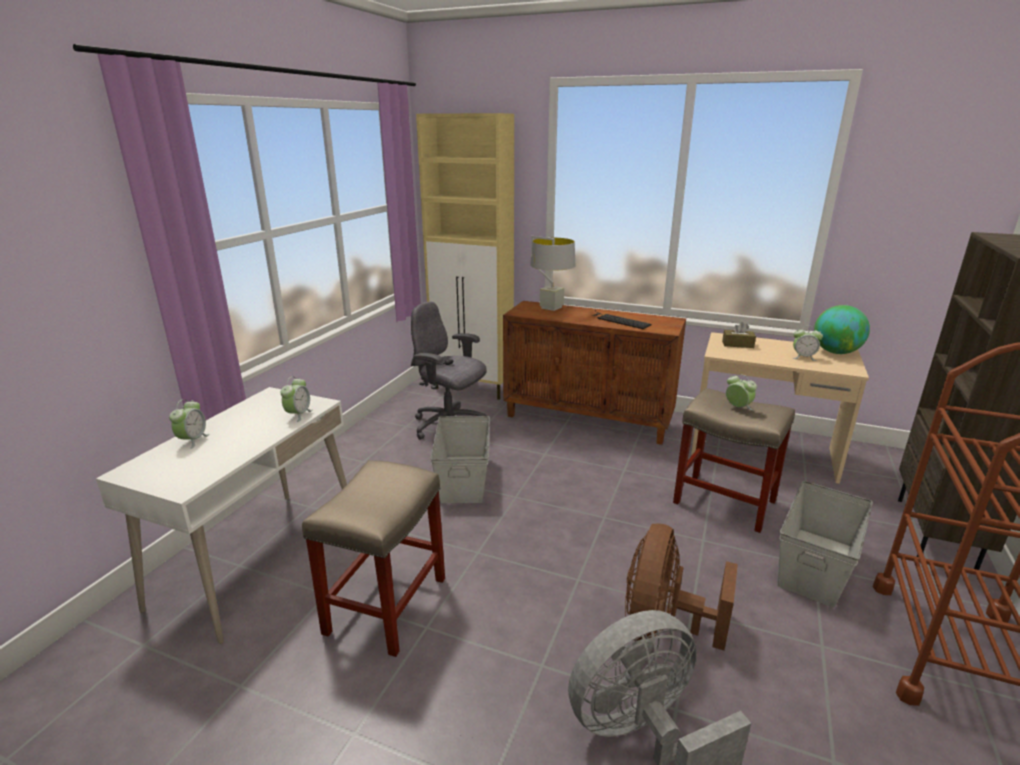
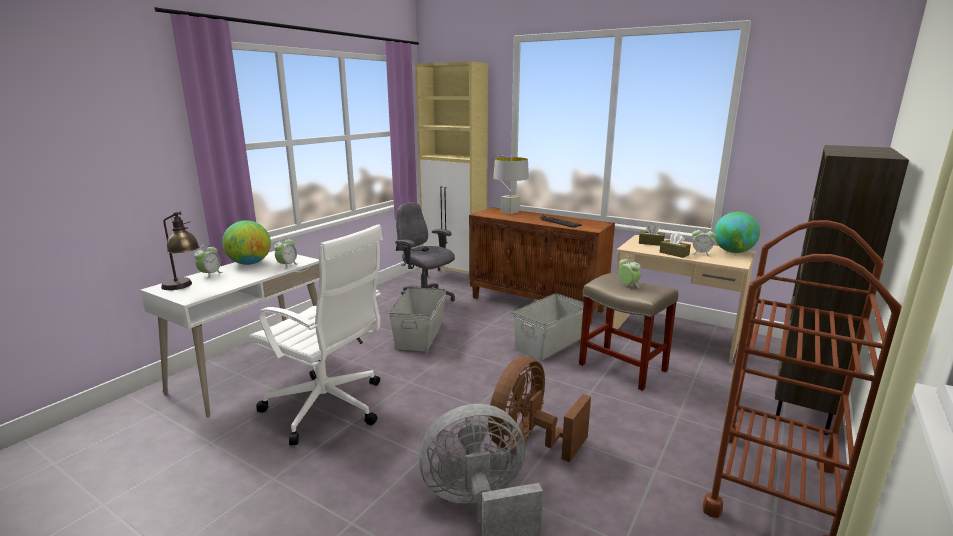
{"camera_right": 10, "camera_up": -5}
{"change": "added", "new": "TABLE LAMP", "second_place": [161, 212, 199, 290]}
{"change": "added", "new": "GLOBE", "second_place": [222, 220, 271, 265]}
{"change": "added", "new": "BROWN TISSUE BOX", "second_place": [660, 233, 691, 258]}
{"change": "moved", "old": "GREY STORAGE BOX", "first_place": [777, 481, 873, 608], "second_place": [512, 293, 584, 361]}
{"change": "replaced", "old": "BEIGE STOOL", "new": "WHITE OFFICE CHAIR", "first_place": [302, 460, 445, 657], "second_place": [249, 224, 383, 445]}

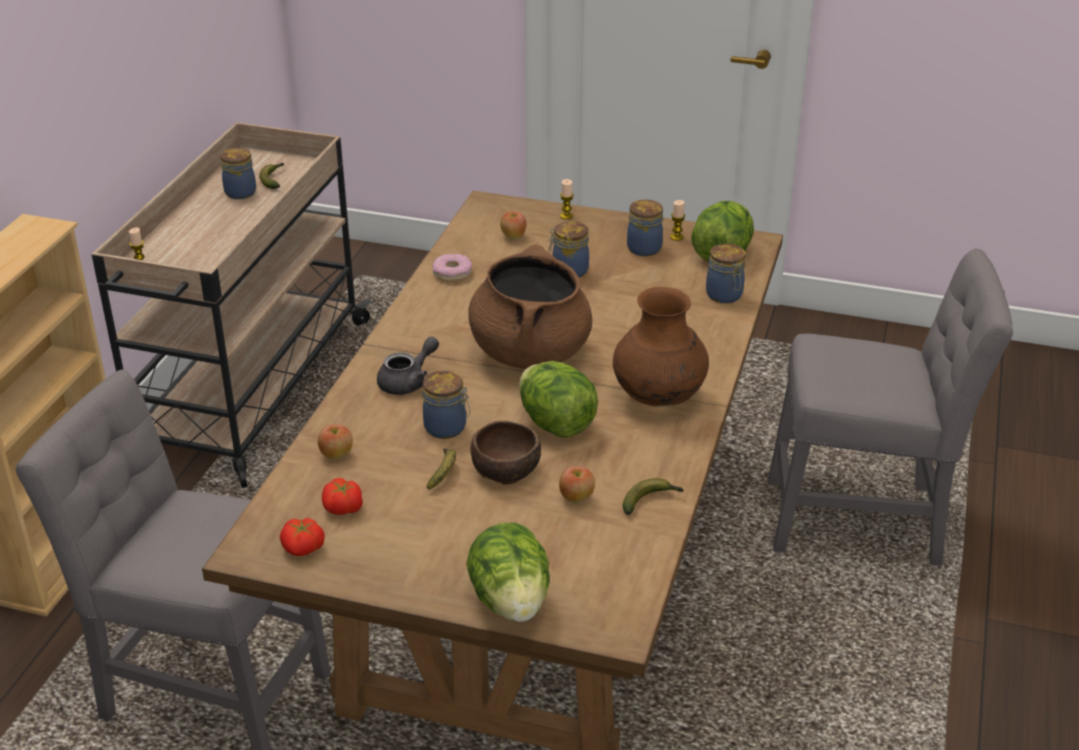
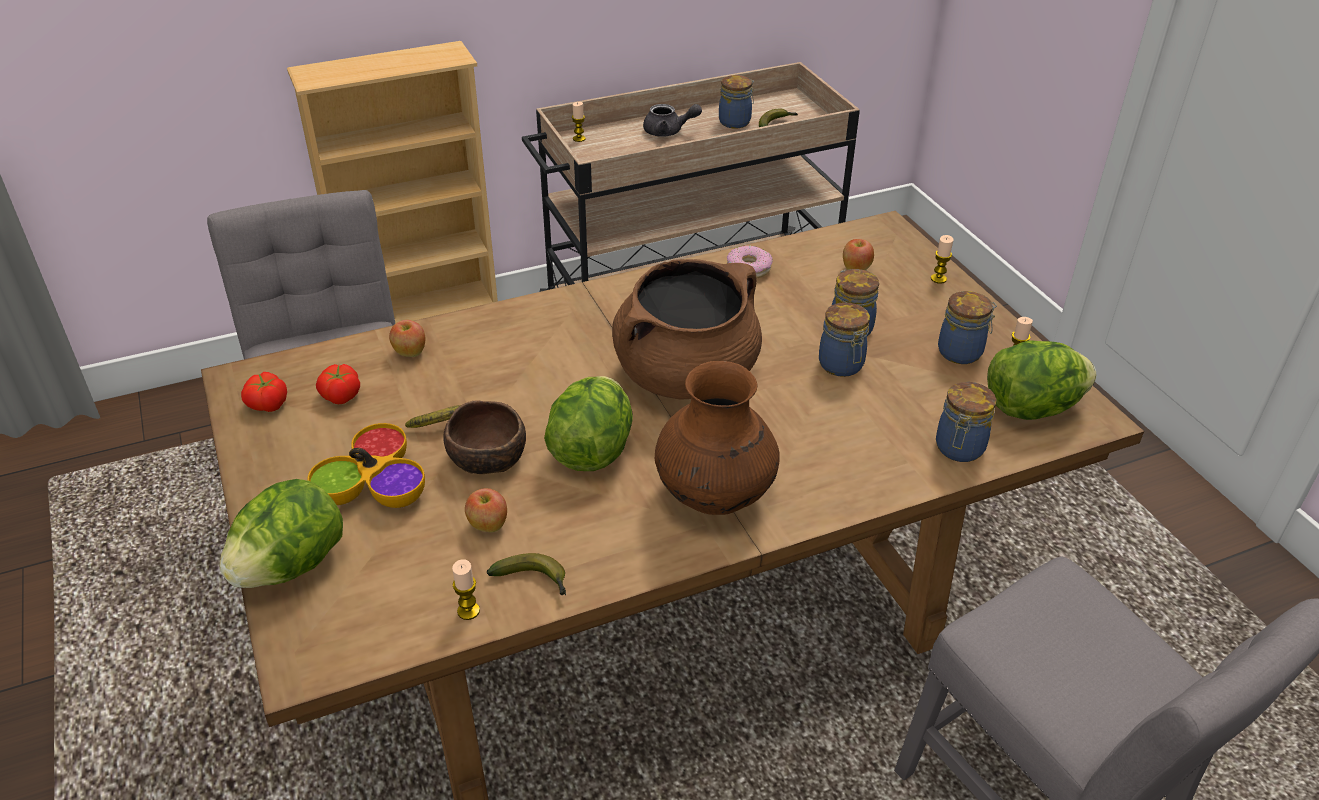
{"camera_right": 50, "camera_up": 5}
{"change": "added", "new": "BOWL", "second_place": [307, 423, 425, 508]}
{"change": "added", "new": "CANDLE", "second_place": [452, 559, 480, 620]}
{"change": "moved", "old": "GREY TEAPOT", "first_place": [377, 336, 439, 395], "second_place": [643, 104, 702, 137]}
{"change": "moved", "old": "JAR", "first_place": [423, 370, 470, 439], "second_place": [819, 302, 870, 377]}

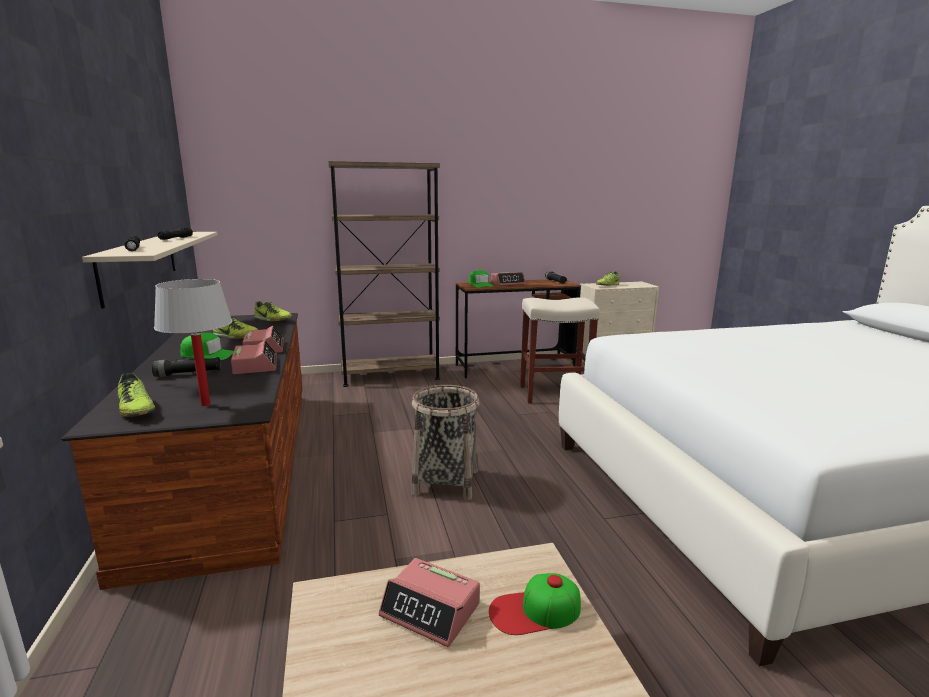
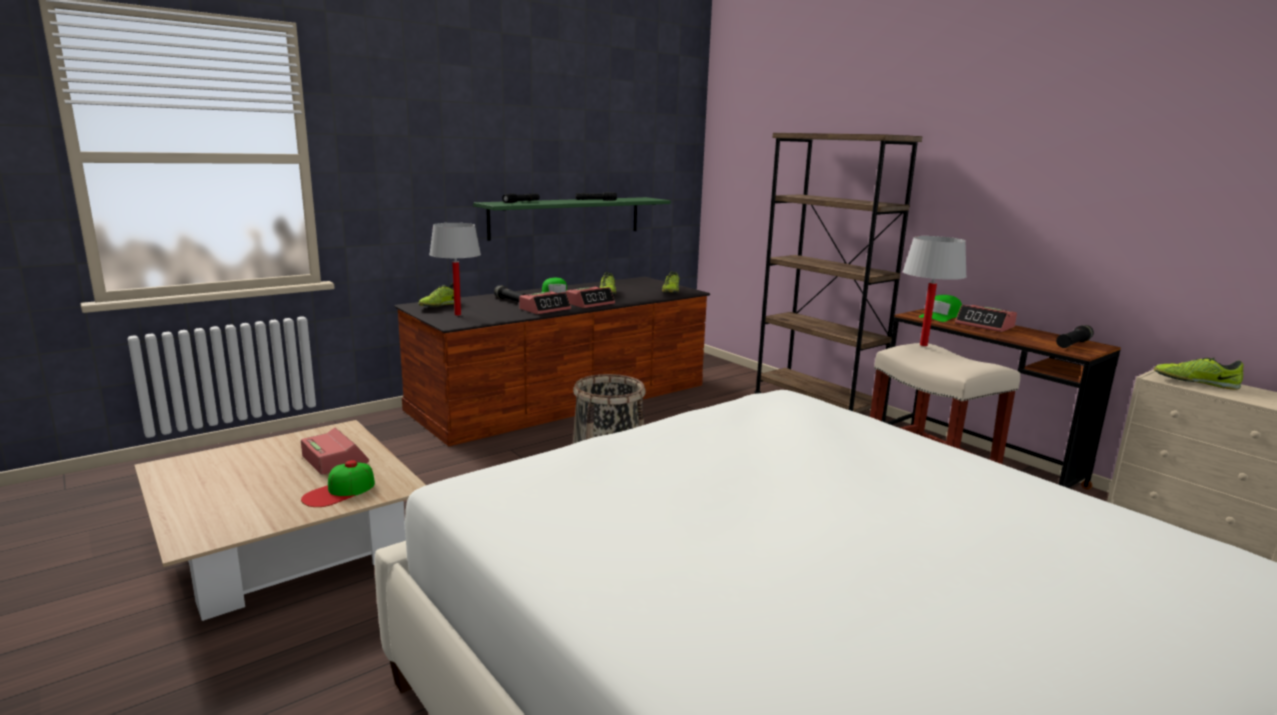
{"camera_right": 65, "camera_up": 0}
{"change": "added", "new": "WHITE TABLE LAMP", "second_place": [903, 236, 967, 346]}
{"change": "recoloured", "old": "BEIGE SHELF", "new": "GREEN SHELF", "first_place": [82, 232, 218, 308], "second_place": [473, 197, 671, 241]}
{"change": "turned", "old": "ALARM CLOCK", "first_place": [379, 558, 480, 647], "second_place": [301, 428, 369, 475], "degrees": 135}
{"change": "turned", "old": "CAP", "first_place": [489, 573, 581, 635], "second_place": [301, 460, 375, 507], "degrees": -105}

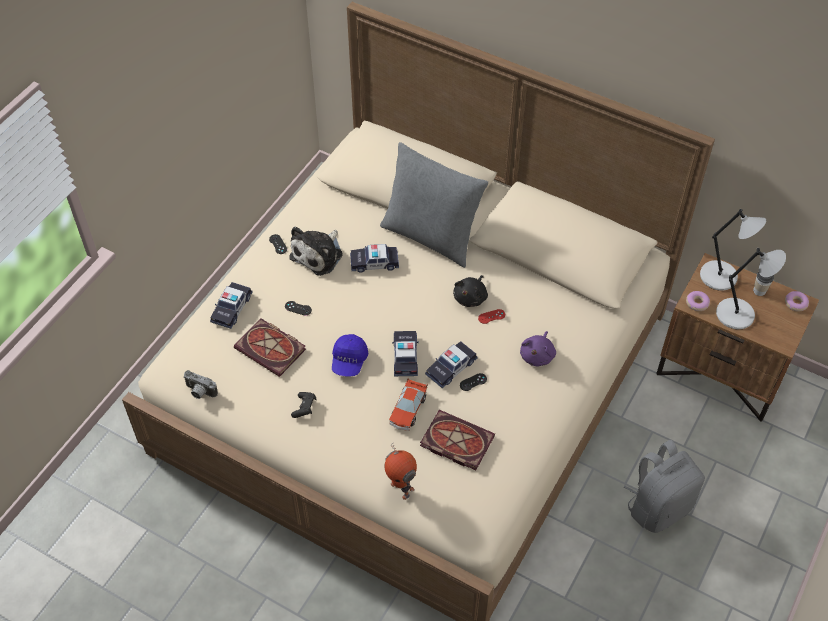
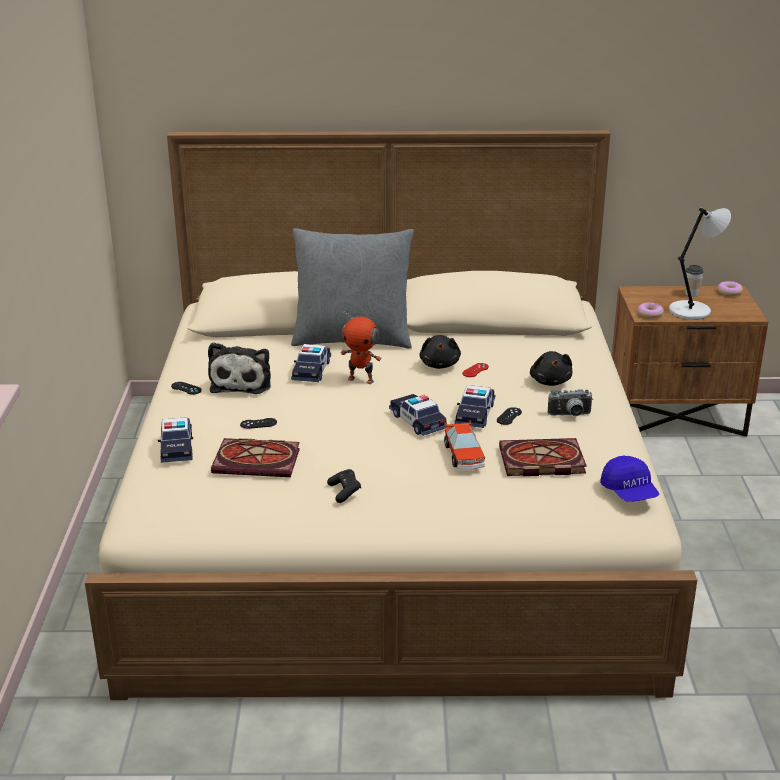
{"camera_right": -30, "camera_up": -25}
{"change": "removed", "old": "GREY BACKPACK", "first_place": [624, 440, 705, 533]}
{"change": "removed", "old": "GREY TABLE LAMP", "first_place": [700, 209, 766, 291]}
{"change": "moved", "old": "PHOTO CAMERA", "first_place": [183, 370, 218, 399], "second_place": [548, 390, 593, 416]}
{"change": "moved", "old": "BLUE CAP", "first_place": [332, 334, 369, 377], "second_place": [600, 455, 659, 502]}
{"change": "moved", "old": "TOY ROBOT", "first_place": [384, 443, 417, 500], "second_place": [341, 309, 382, 384]}
{"change": "recoloured", "old": "PURPLE PLUSH TOY", "new": "BLACK PLUSH TOY", "first_place": [520, 331, 556, 366], "second_place": [530, 351, 572, 386]}
{"change": "turned", "old": "TOY CAR", "first_place": [350, 244, 399, 273], "second_place": [291, 344, 331, 382], "degrees": -45}

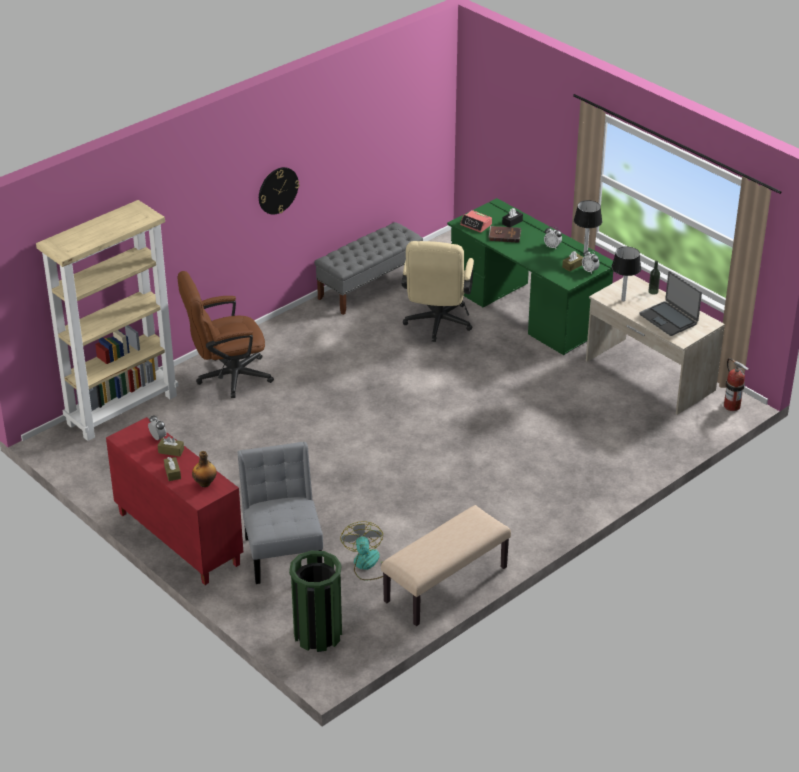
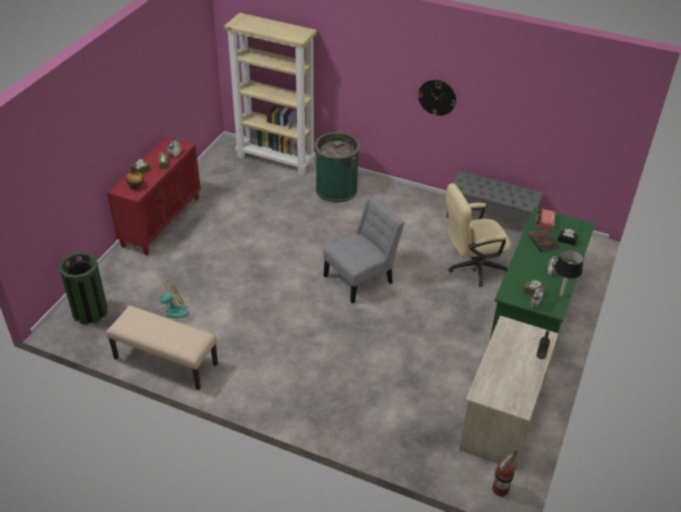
{"camera_right": 65, "camera_up": 5}
{"change": "removed", "old": "TABLE LAMP", "first_place": [611, 246, 641, 301]}
{"change": "removed", "old": "LAPTOP", "first_place": [639, 271, 702, 336]}
{"change": "moved", "old": "GREY CHAIR", "first_place": [237, 442, 323, 584], "second_place": [323, 196, 405, 304]}
{"change": "replaced", "old": "BROWN OFFICE CHAIR", "new": "GREEN TRASH CAN", "first_place": [177, 271, 274, 398], "second_place": [315, 132, 360, 202]}

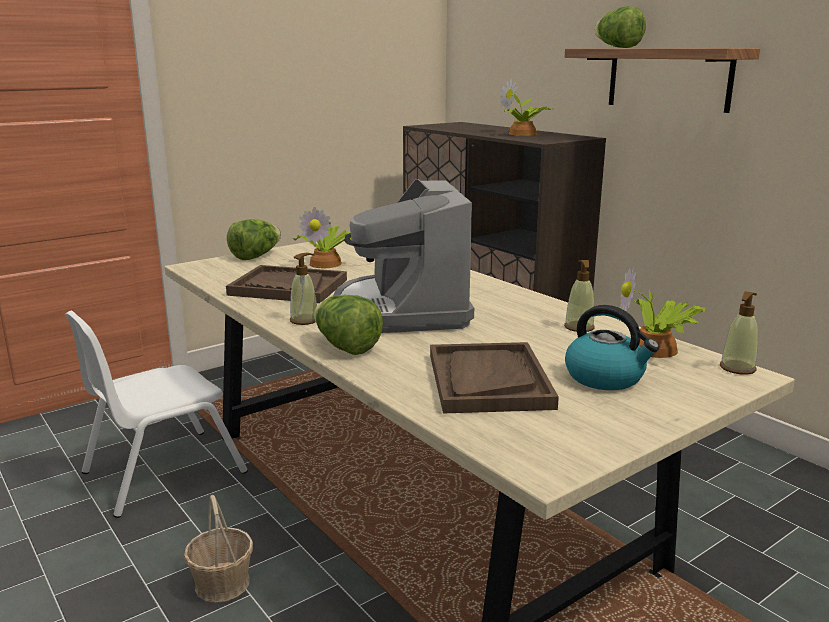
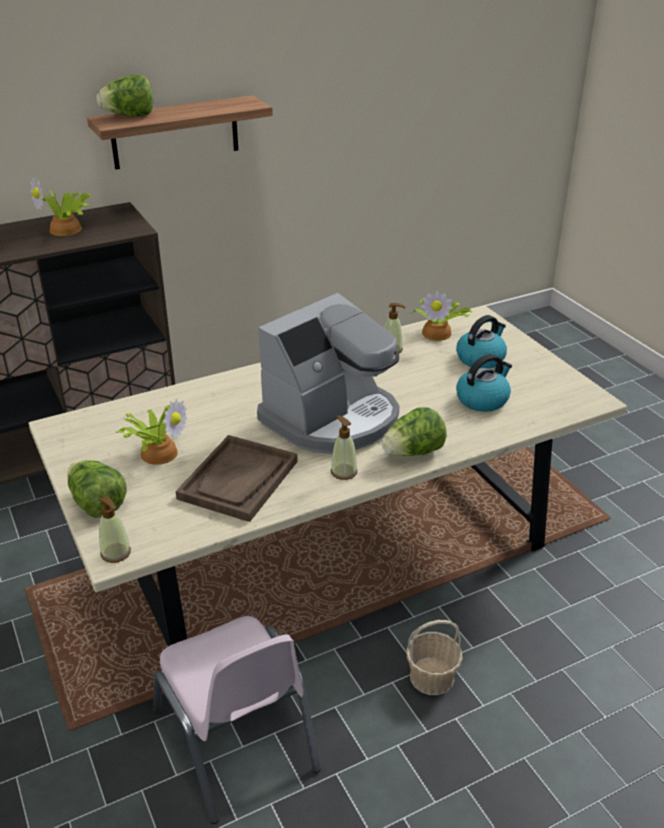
{"camera_right": -80, "camera_up": 15}
{"change": "moved", "old": "SOAP DISPENSER", "first_place": [720, 291, 758, 375], "second_place": [99, 496, 131, 563]}
{"change": "replaced", "old": "BROWN TRAY", "new": "KETTLE", "first_place": [430, 342, 559, 414], "second_place": [456, 354, 512, 412]}
{"change": "recoloured", "old": "WHITE CHAIR", "new": "PINK CHAIR", "first_place": [65, 311, 248, 518], "second_place": [153, 616, 321, 824]}
{"change": "turned", "old": "COFFEE MACHINE", "first_place": [333, 179, 474, 333], "second_place": [257, 293, 400, 454], "degrees": -45}

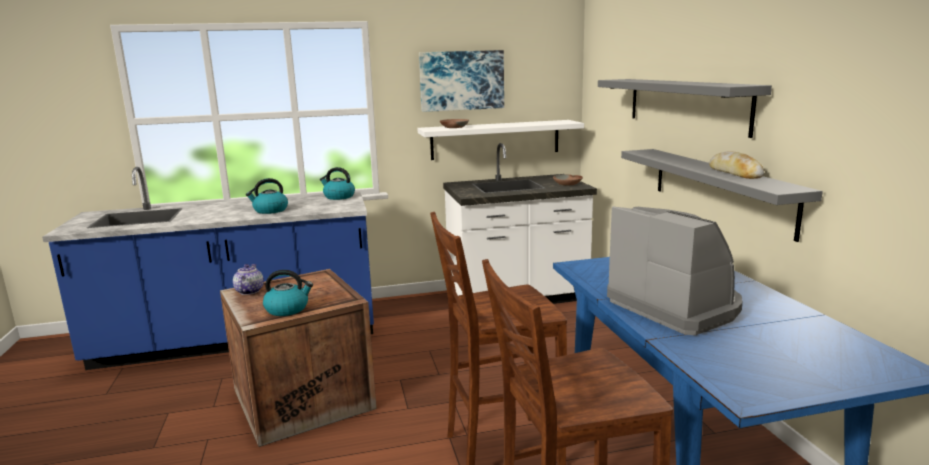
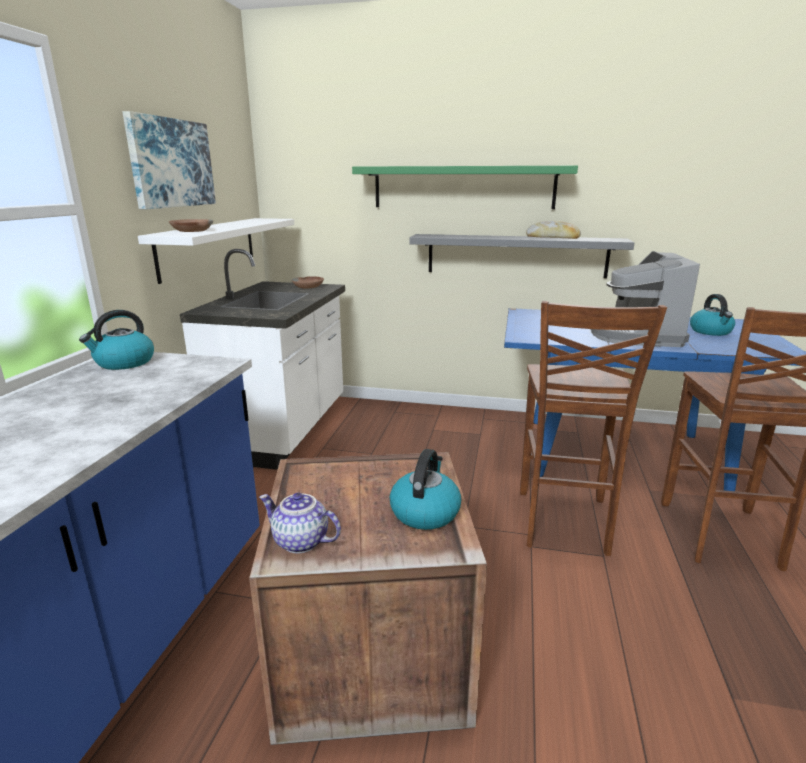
{"camera_right": -65, "camera_up": 5}
{"change": "moved", "old": "KETTLE", "first_place": [246, 178, 288, 214], "second_place": [690, 294, 735, 336]}
{"change": "recoloured", "old": "GREY SHELF", "new": "GREEN SHELF", "first_place": [598, 79, 772, 138], "second_place": [352, 166, 578, 209]}
{"change": "turned", "old": "COFFEE MACHINE", "first_place": [607, 206, 743, 335], "second_place": [591, 251, 700, 347], "degrees": -75}

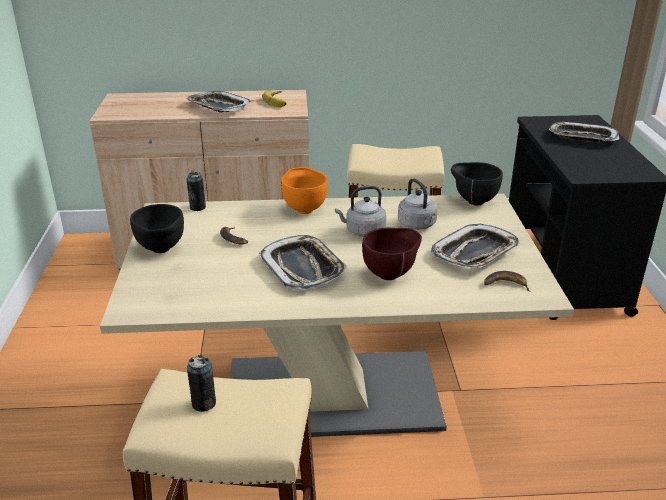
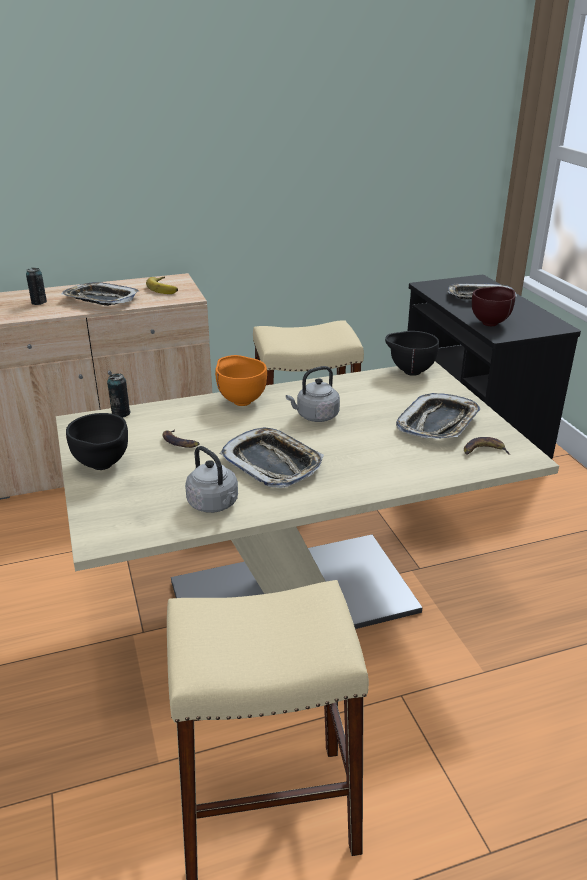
{"camera_right": -15, "camera_up": 0}
{"change": "moved", "old": "CAN", "first_place": [187, 355, 216, 412], "second_place": [26, 268, 47, 305]}
{"change": "moved", "old": "BROWN BOWL", "first_place": [362, 228, 422, 280], "second_place": [472, 286, 515, 326]}
{"change": "moved", "old": "GREY KETTLE", "first_place": [398, 178, 438, 230], "second_place": [185, 446, 238, 513]}

